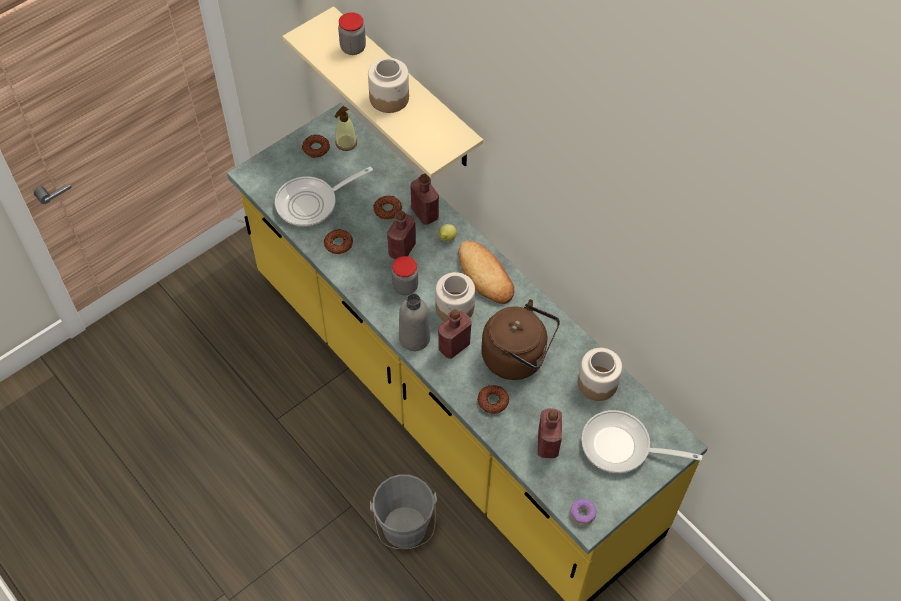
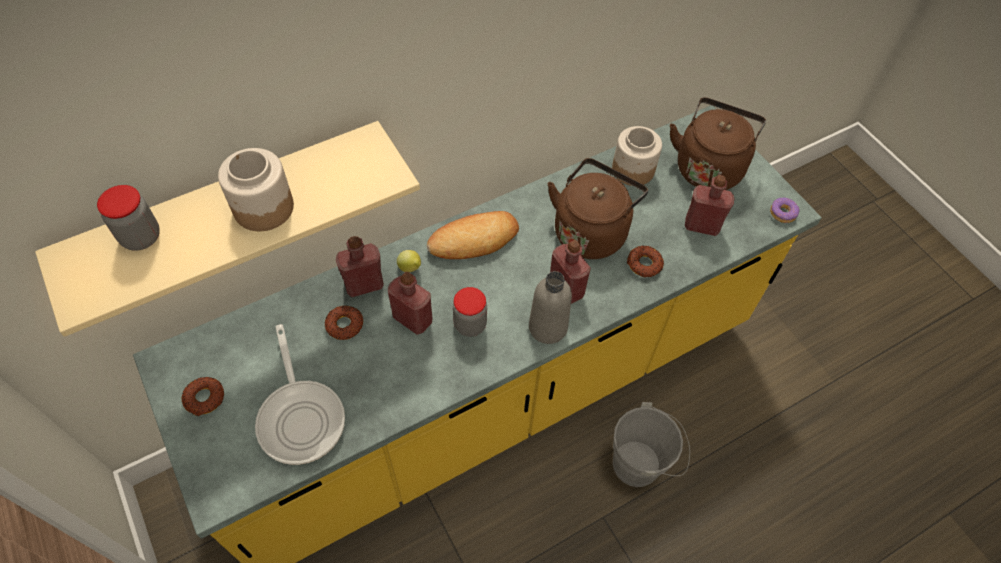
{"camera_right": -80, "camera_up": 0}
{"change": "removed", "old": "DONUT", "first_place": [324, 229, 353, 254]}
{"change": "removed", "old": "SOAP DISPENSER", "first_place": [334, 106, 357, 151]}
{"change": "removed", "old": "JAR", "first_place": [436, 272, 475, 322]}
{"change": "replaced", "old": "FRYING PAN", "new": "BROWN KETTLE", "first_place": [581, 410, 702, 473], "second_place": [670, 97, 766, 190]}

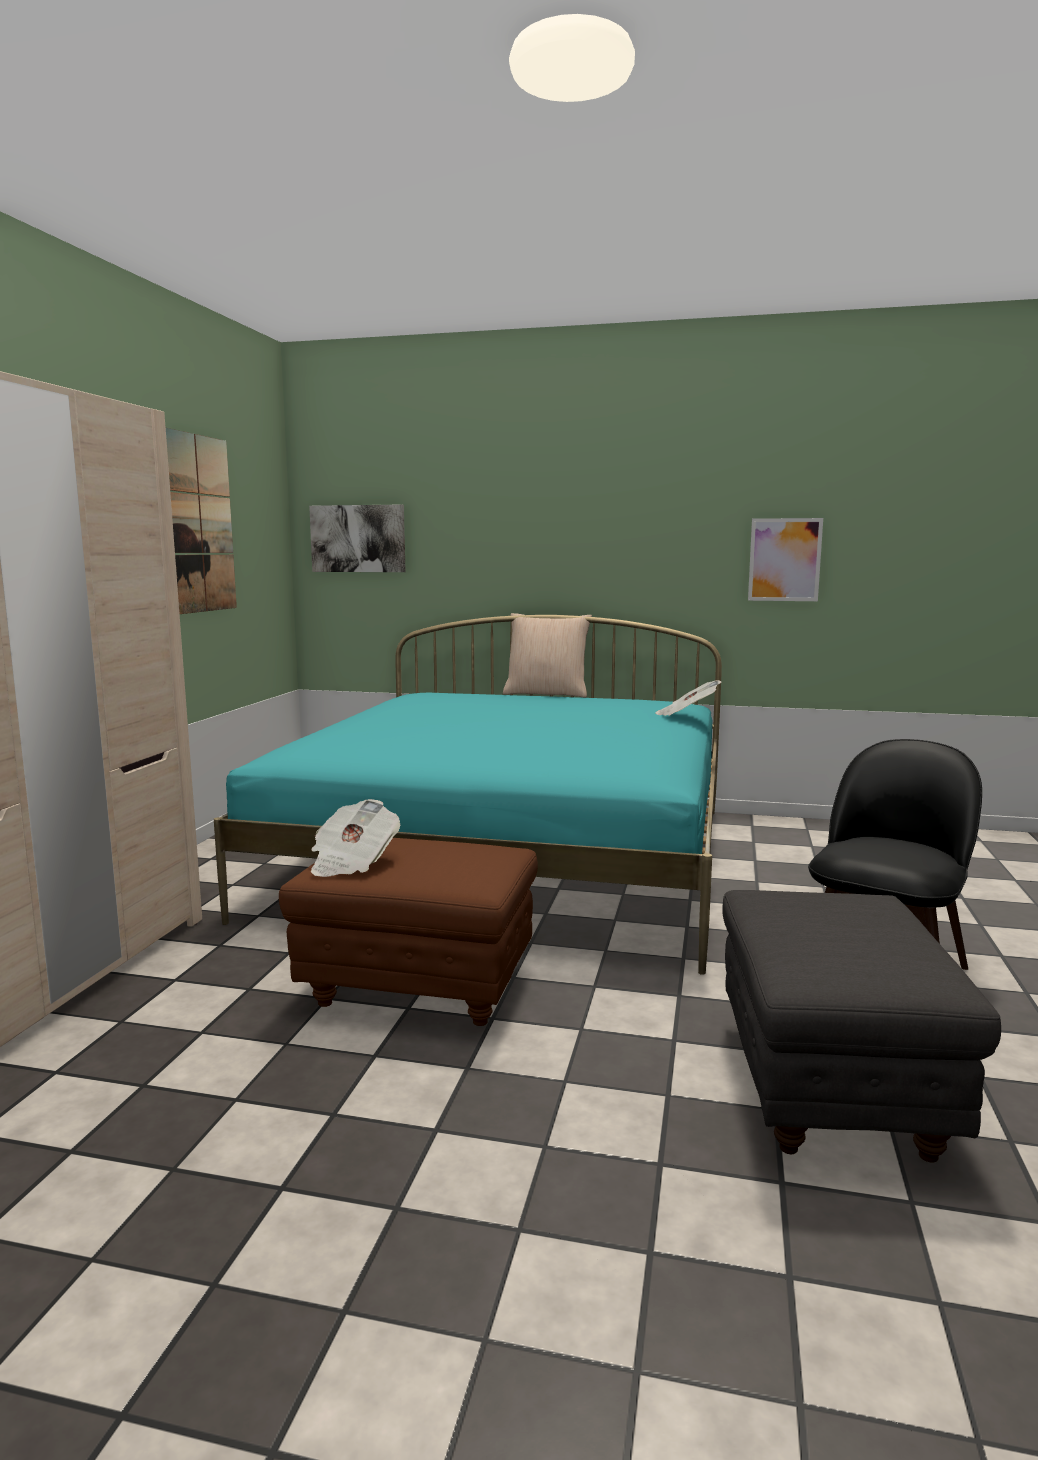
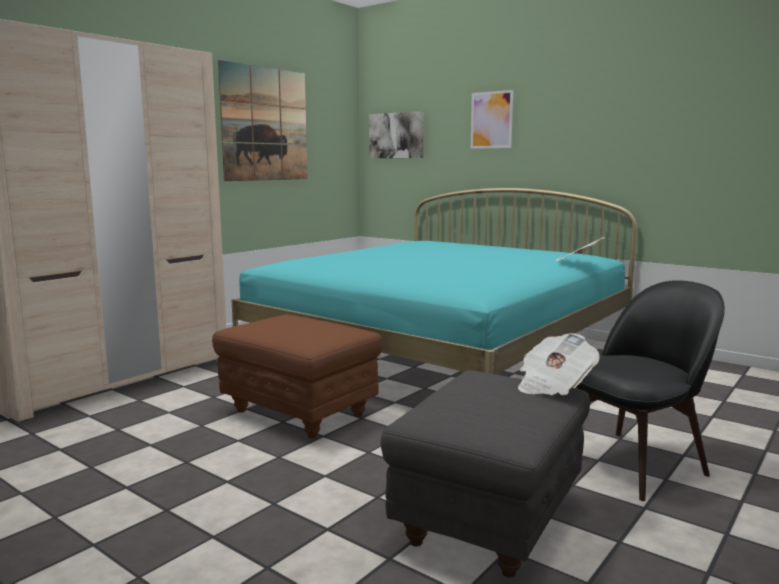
{"camera_right": 25, "camera_up": 0}
{"change": "removed", "old": "BEIGE PILLOW", "first_place": [503, 613, 592, 698]}
{"change": "moved", "old": "NEWSPAPER", "first_place": [311, 799, 400, 877], "second_place": [518, 333, 600, 395]}
{"change": "moved", "old": "PICTURE", "first_place": [748, 518, 823, 601], "second_place": [471, 90, 514, 149]}

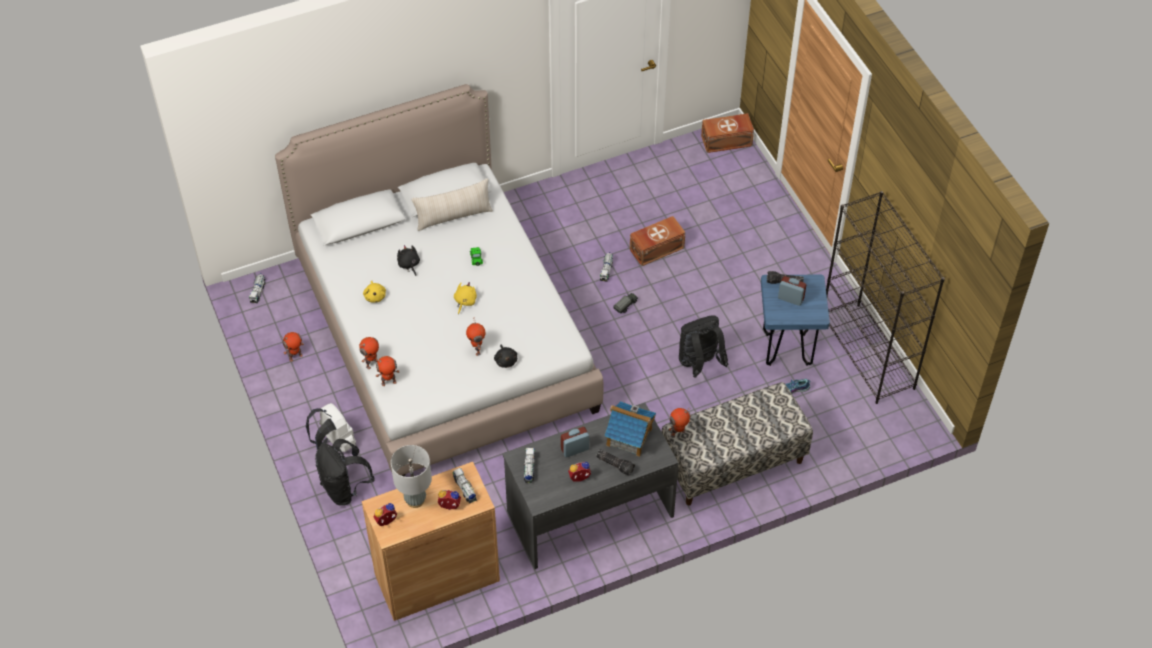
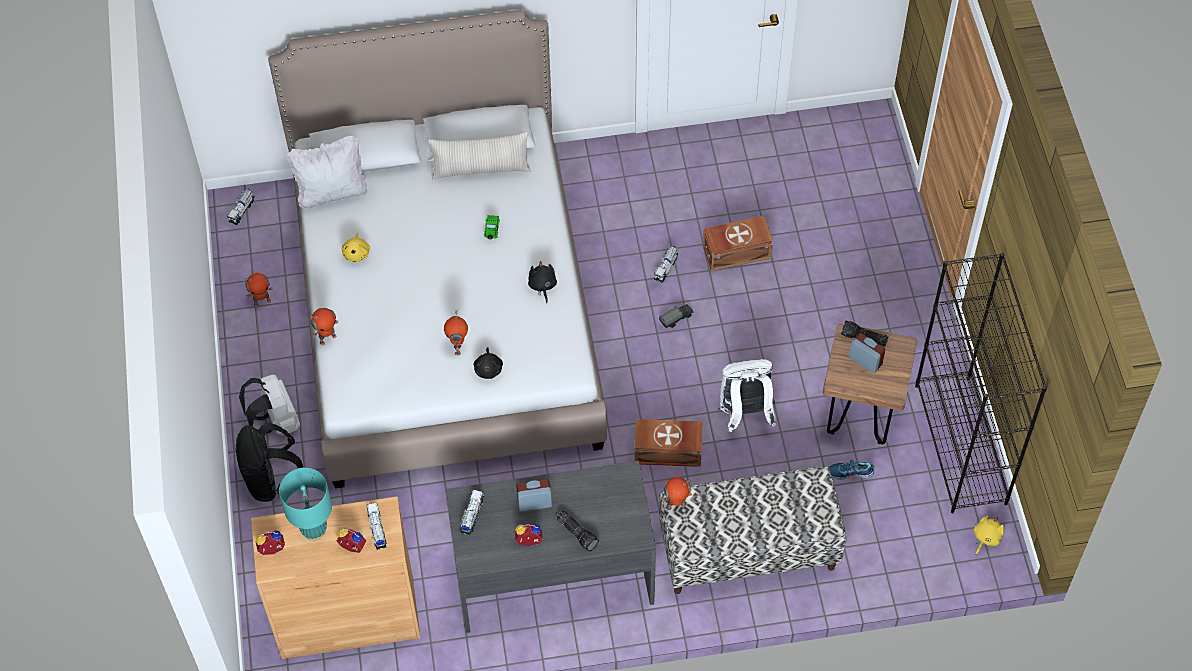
{"camera_right": 15, "camera_up": 5}
{"change": "removed", "old": "TOY ROBOT", "first_place": [375, 356, 400, 386]}
{"change": "removed", "old": "TOY HOUSE", "first_place": [604, 401, 656, 457]}
{"change": "added", "new": "WHITE PILLOW", "second_place": [287, 136, 368, 209]}
{"change": "moved", "old": "BLACK PLUSH TOY", "first_place": [397, 245, 420, 276], "second_place": [528, 261, 557, 303]}
{"change": "moved", "old": "YELLOW PLUSH TOY", "first_place": [454, 282, 477, 314], "second_place": [974, 515, 1004, 554]}
{"change": "moved", "old": "BROWN STORAGE BOX", "first_place": [701, 113, 754, 153], "second_place": [634, 419, 703, 467]}
{"change": "recoloured", "old": "GREY TABLE LAMP", "new": "TURQUOISE TABLE LAMP", "first_place": [391, 445, 432, 508], "second_place": [279, 468, 332, 541]}
{"change": "recoloured", "old": "BLACK BACKPACK", "new": "WHITE BACKPACK", "first_place": [679, 315, 729, 378], "second_place": [718, 359, 776, 432]}
{"change": "recoloured", "old": "BLUE STOOL", "new": "BROWN STOOL", "first_place": [761, 275, 830, 366], "second_place": [823, 323, 917, 444]}

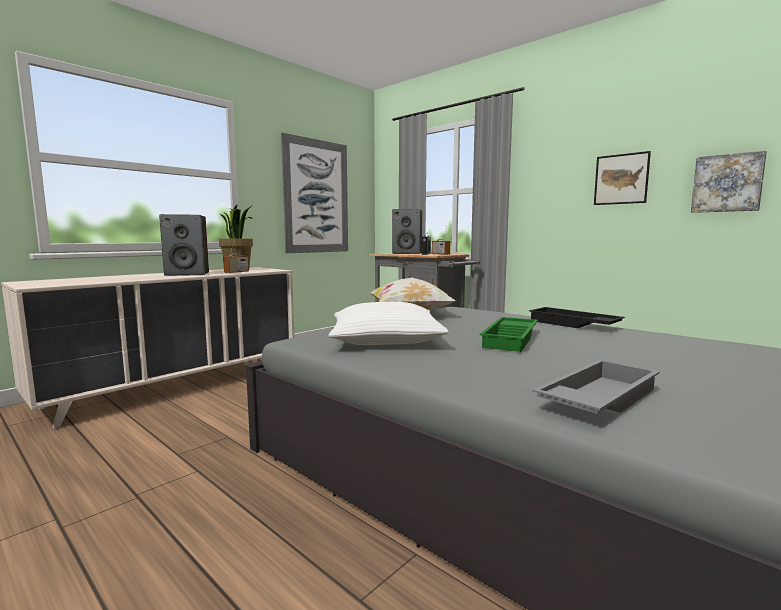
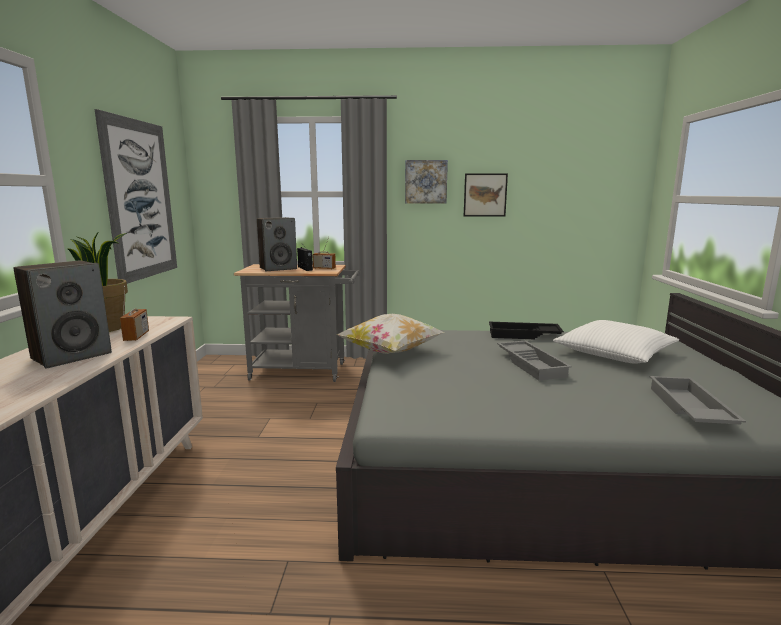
{"camera_right": -40, "camera_up": 5}
{"change": "moved", "old": "WHITE PILLOW", "first_place": [329, 302, 449, 345], "second_place": [553, 320, 679, 364]}
{"change": "moved", "old": "PICTURE", "first_place": [691, 151, 767, 213], "second_place": [405, 160, 448, 204]}
{"change": "recoloured", "old": "GREEN TRAY", "new": "GREY TRAY", "first_place": [480, 317, 538, 352], "second_place": [497, 341, 572, 381]}

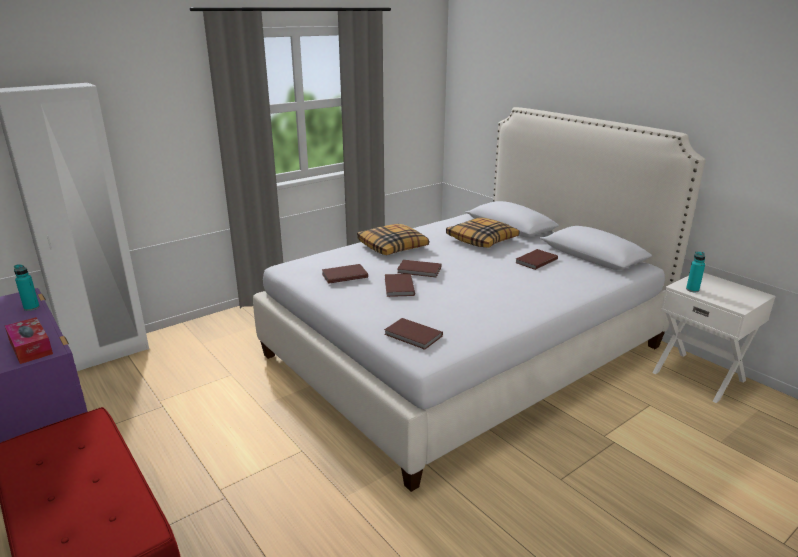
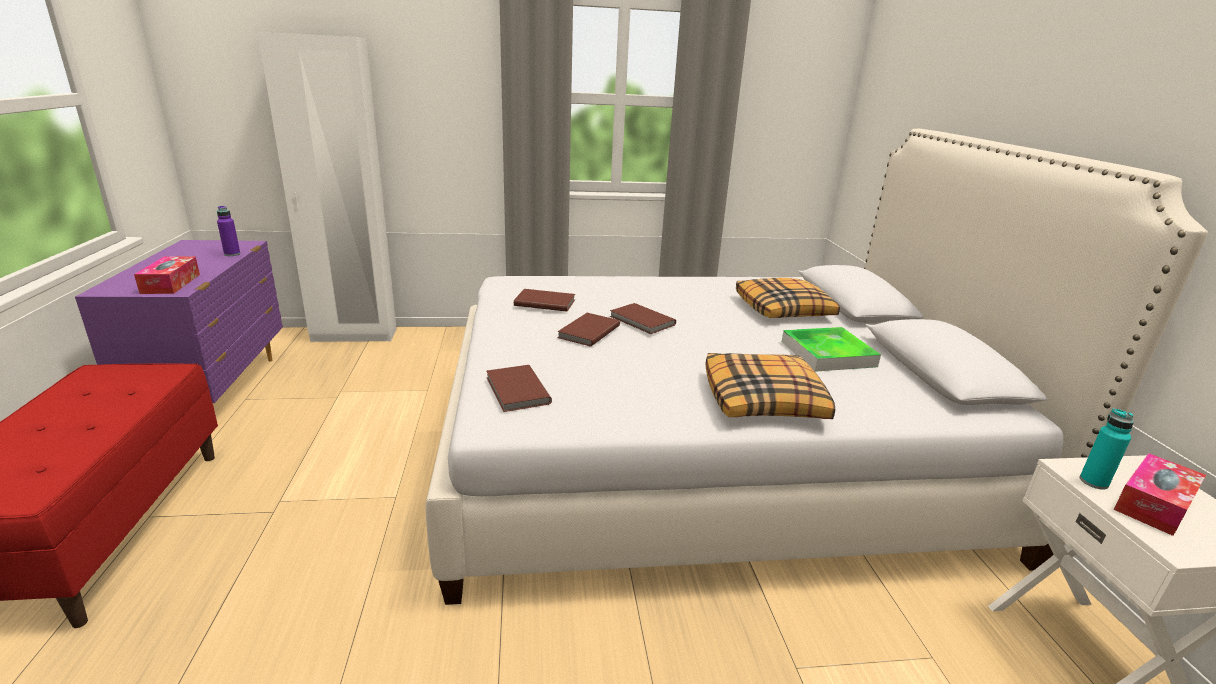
{"camera_right": 30, "camera_up": 0}
{"change": "added", "new": "TISSUE BOX", "second_place": [1114, 453, 1206, 536]}
{"change": "moved", "old": "PILLOW", "first_place": [357, 224, 429, 255], "second_place": [705, 353, 835, 419]}
{"change": "replaced", "old": "BROWN BOOK", "new": "TRAY", "first_place": [516, 249, 558, 270], "second_place": [782, 327, 881, 372]}
{"change": "recoloured", "old": "TURQUOISE BOTTLE", "new": "PURPLE BOTTLE", "first_place": [14, 264, 40, 311], "second_place": [217, 206, 240, 256]}

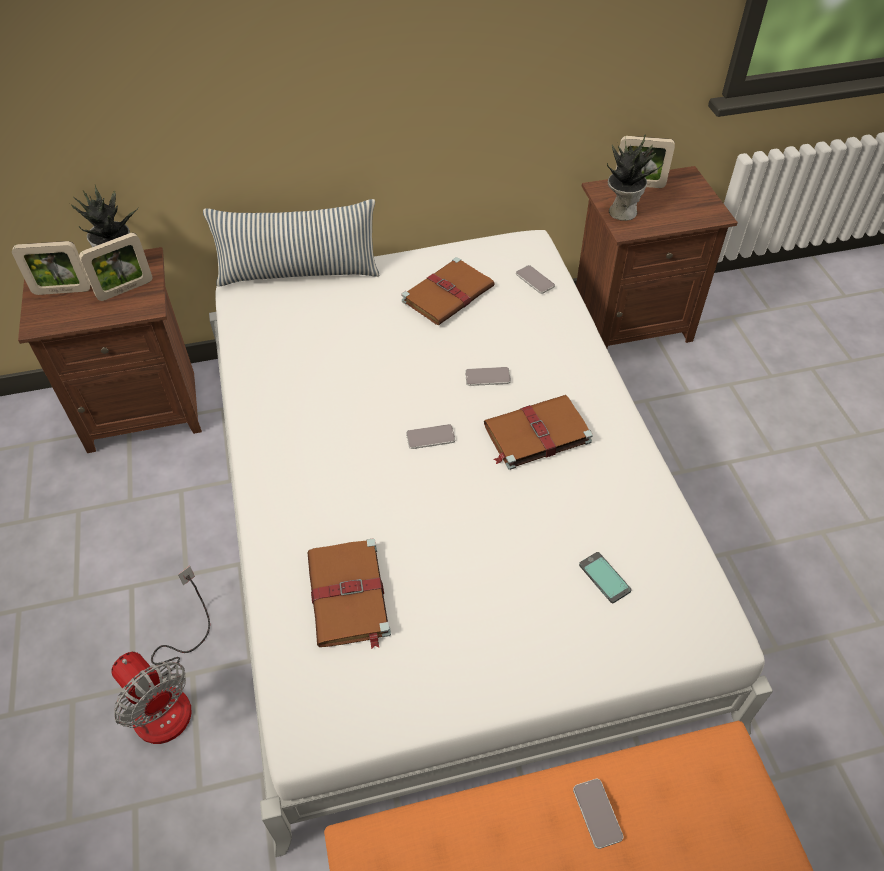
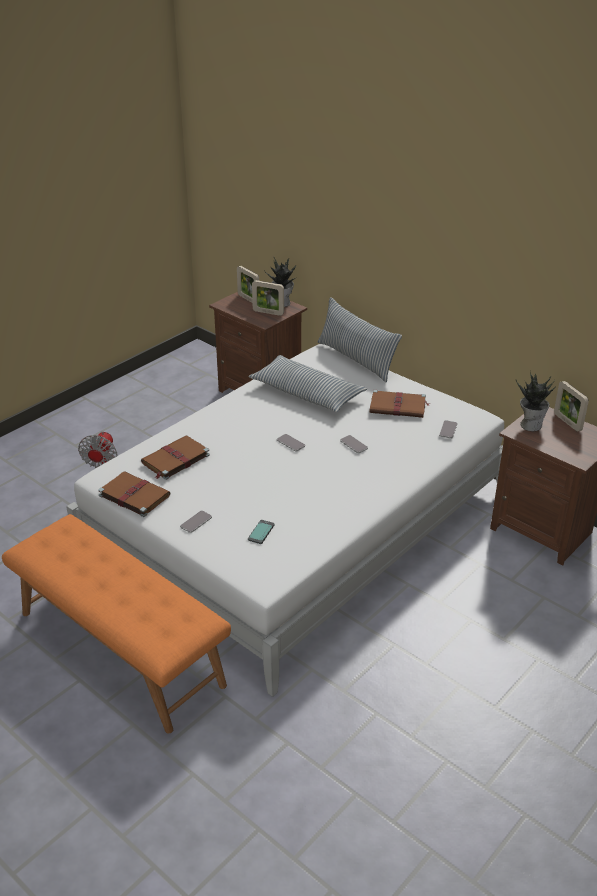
{"camera_right": 55, "camera_up": -15}
{"change": "added", "new": "PILLOW", "second_place": [248, 355, 367, 412]}
{"change": "moved", "old": "BROWN BOOK", "first_place": [484, 395, 593, 470], "second_place": [98, 471, 170, 517]}
{"change": "moved", "old": "PHONE", "first_place": [573, 779, 623, 849], "second_place": [180, 510, 212, 533]}

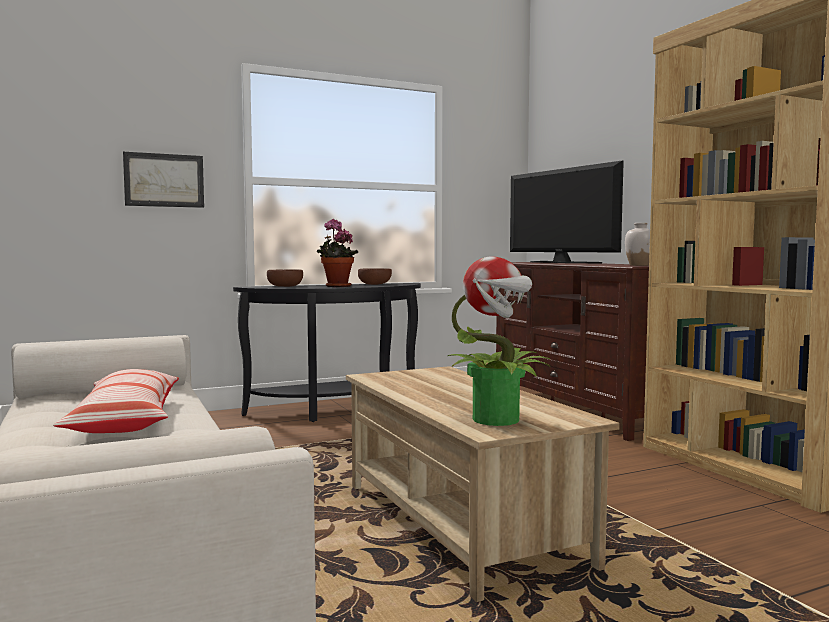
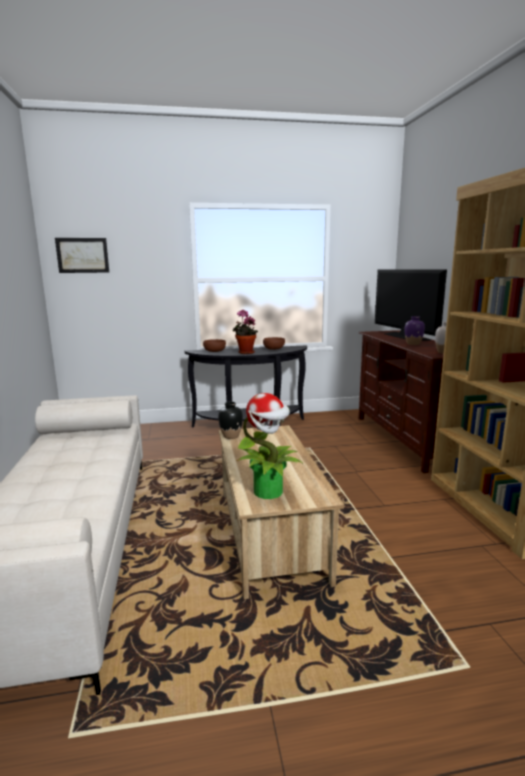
{"camera_right": 15, "camera_up": 10}
{"change": "removed", "old": "PILLOW", "first_place": [53, 369, 179, 433]}
{"change": "added", "new": "BLACK VASE", "second_place": [218, 402, 243, 439]}
{"change": "added", "new": "PURPLE VASE", "second_place": [405, 316, 425, 345]}
{"change": "moved", "old": "PICTURE", "first_place": [123, 152, 204, 208], "second_place": [55, 238, 109, 273]}

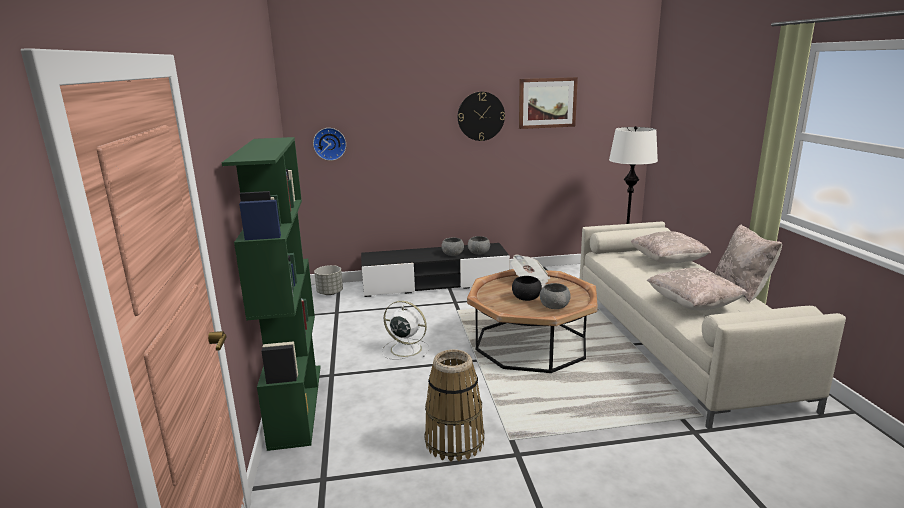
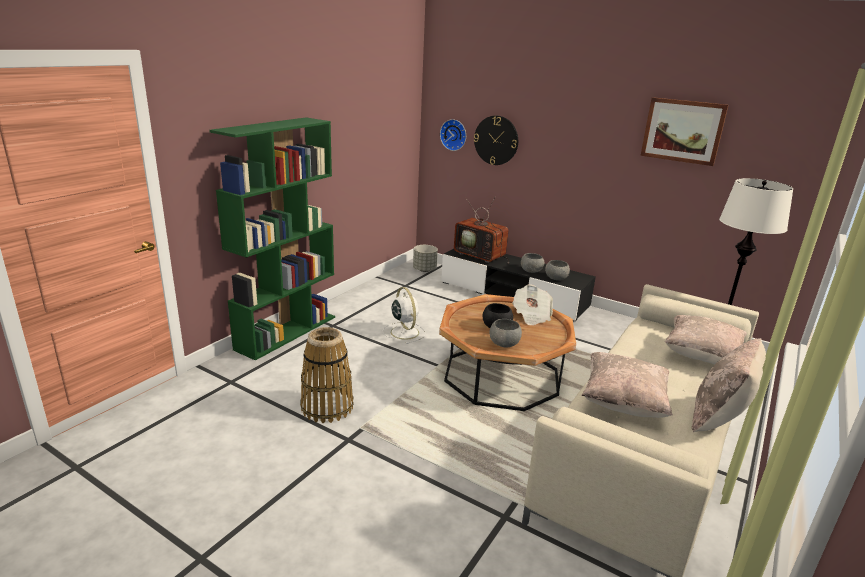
{"camera_right": 40, "camera_up": 5}
{"change": "added", "new": "TELEVISION", "second_place": [454, 197, 509, 264]}
{"change": "moved", "old": "WALL CLOCK", "first_place": [458, 92, 505, 141], "second_place": [474, 116, 518, 165]}

